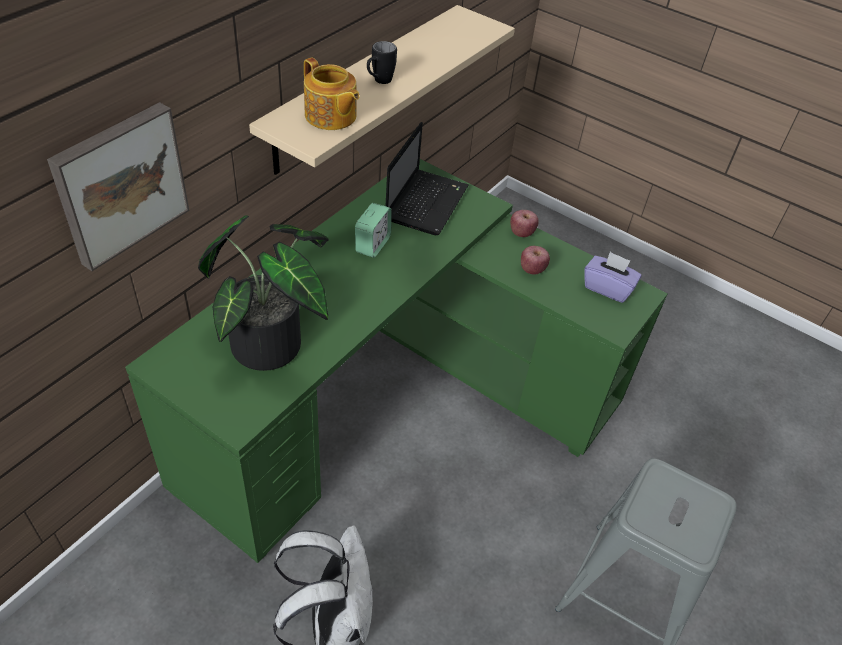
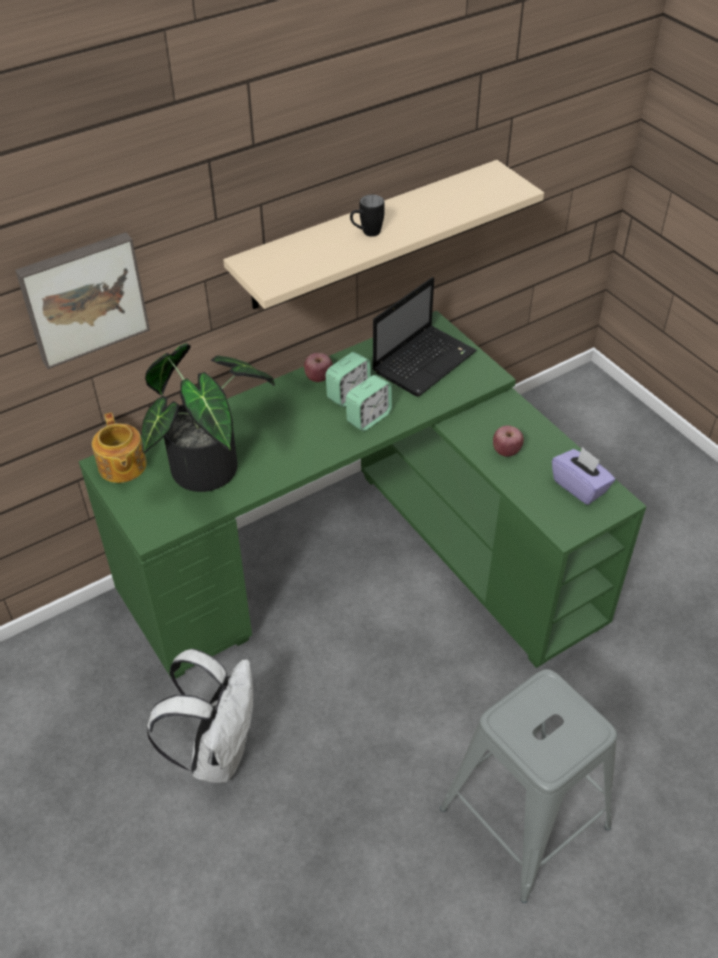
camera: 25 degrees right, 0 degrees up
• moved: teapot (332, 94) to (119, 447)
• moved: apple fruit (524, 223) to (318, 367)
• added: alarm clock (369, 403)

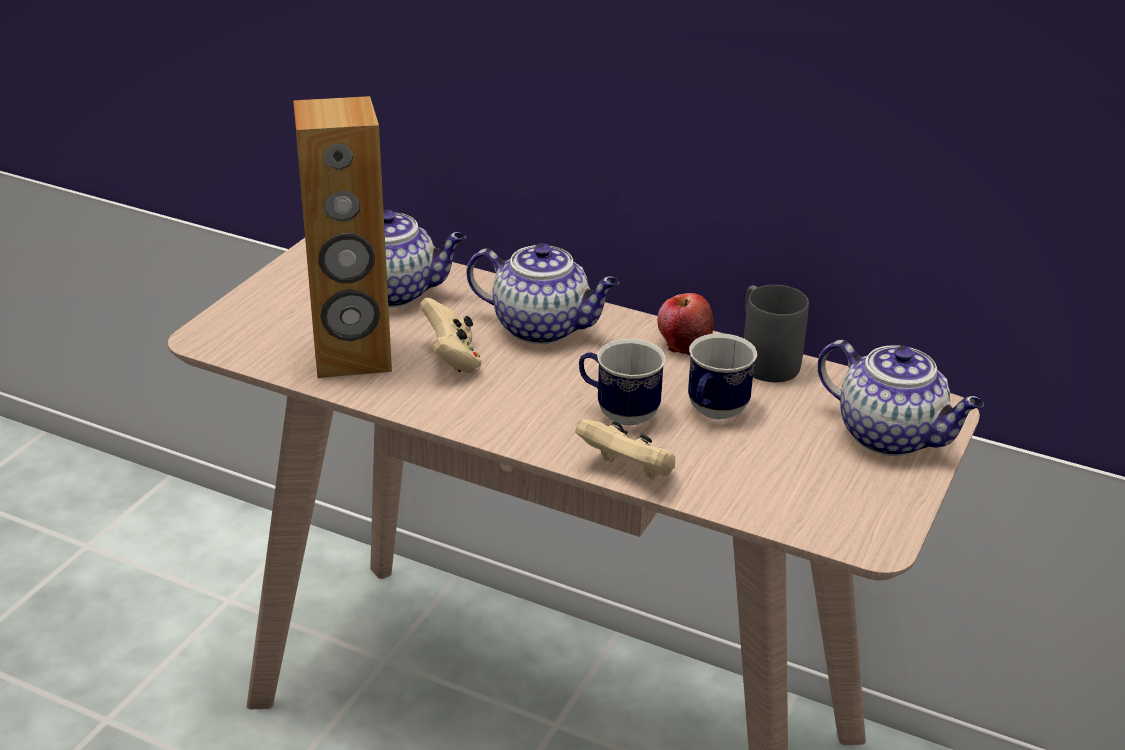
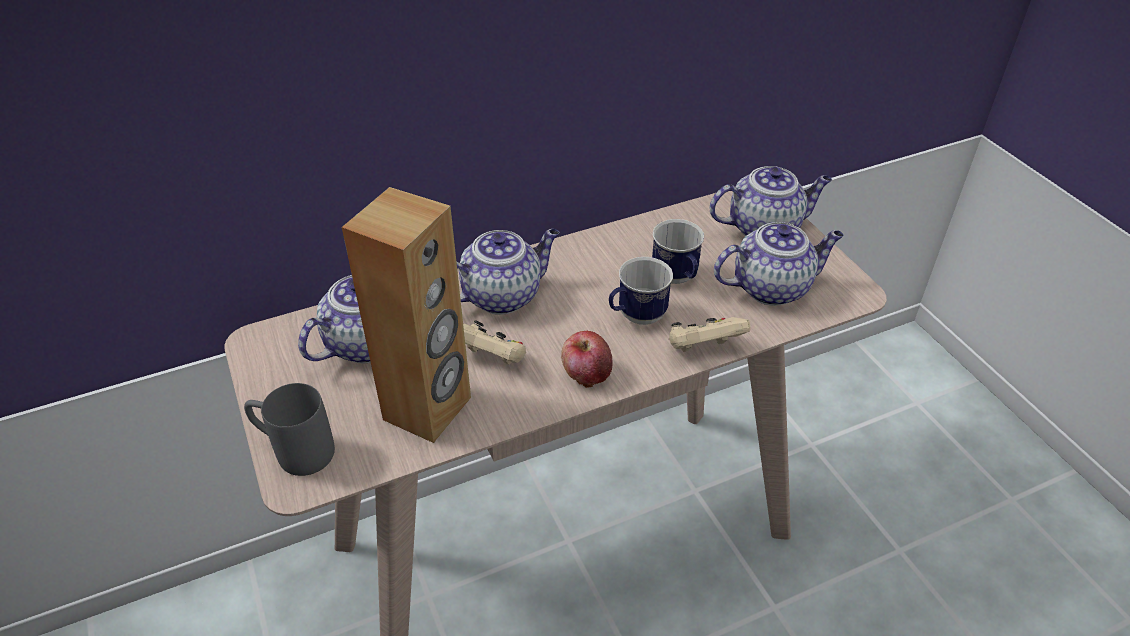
camera: 50 degrees left, 10 degrees up
• moved: grey coffee mug (776, 333) to (289, 429)
• moved: apple fruit (685, 324) to (587, 359)
• added: teapot (779, 264)

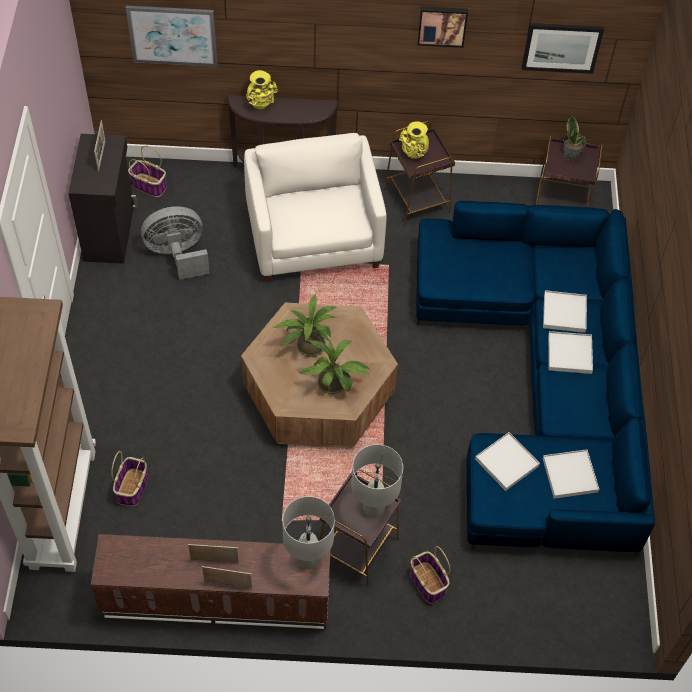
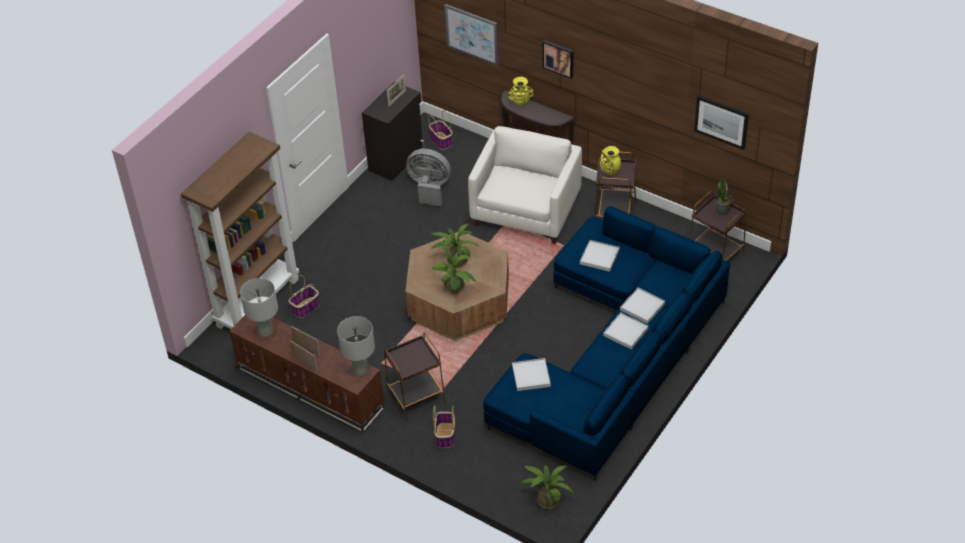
camera: 35 degrees right, 10 degrees down
• moved: picture (442, 27) to (558, 59)
• moved: grey table lamp (377, 481) to (259, 308)
• moved: white-coloured serving tray (571, 474) to (600, 256)
• added: plant in a pot (547, 486)

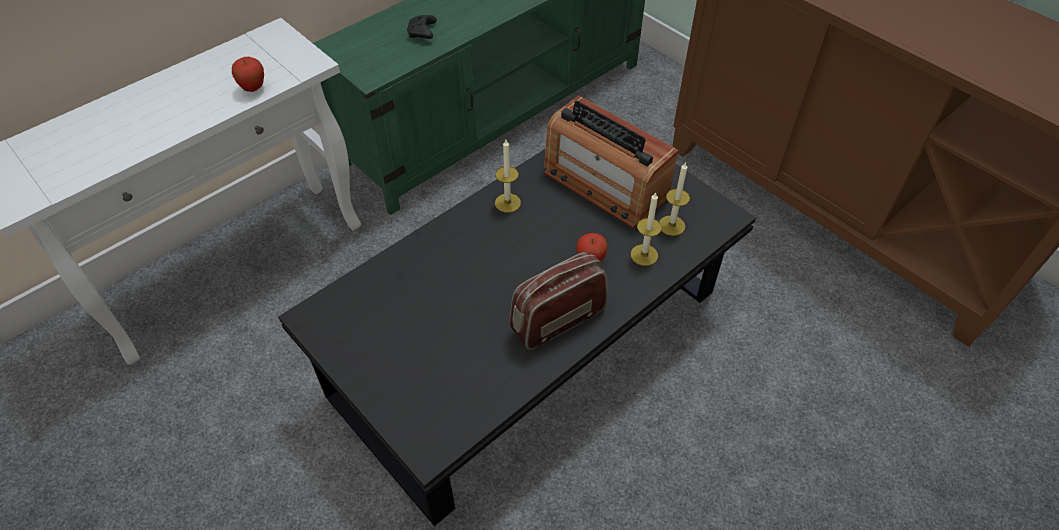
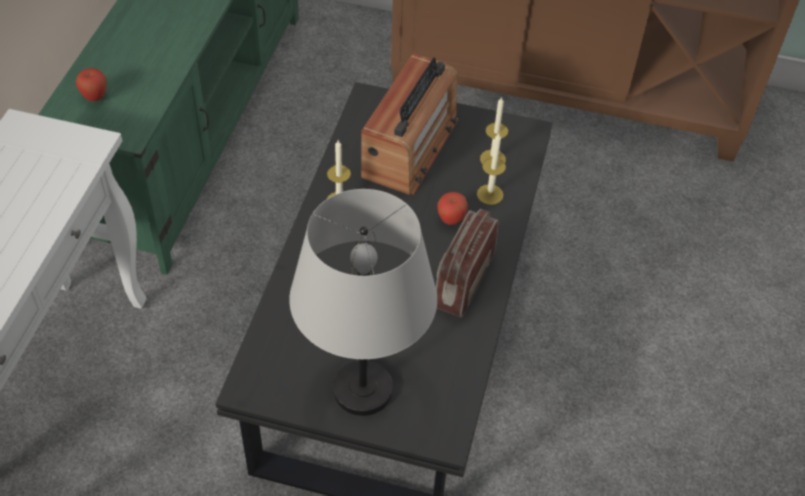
camera: 35 degrees left, 0 degrees up
• removed: black gamepad (422, 27)
• moved: apple fruit (248, 74) to (91, 84)
• turned: radio (611, 161) = (409, 124) 75 degrees counterclockwise
• added: grey table lamp (363, 302)

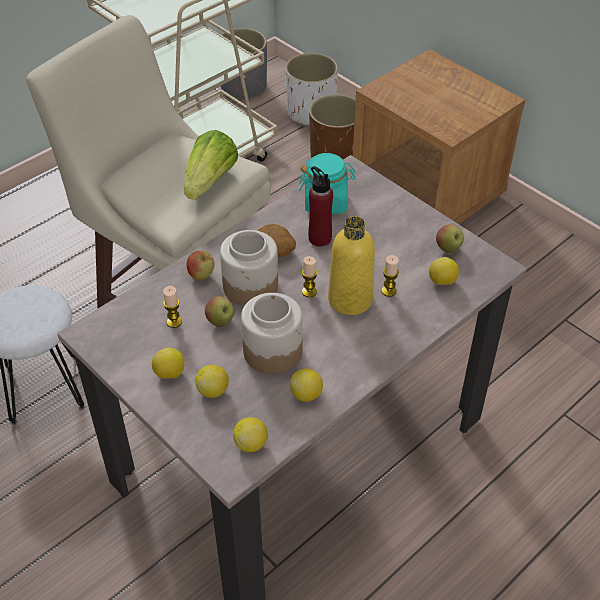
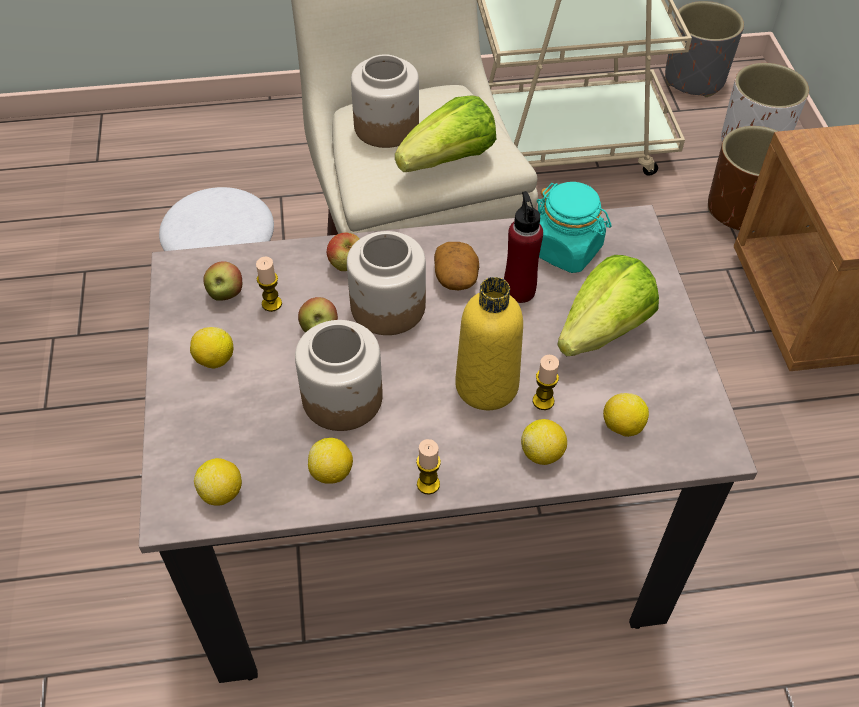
camera: 35 degrees right, 5 degrees up
• moved: apple fruit (450, 238) to (222, 281)
• moved: candle (309, 276) to (428, 467)
• moved: whole lemon (212, 381) to (544, 442)
• added: storage jar (385, 101)
• added: lettuce (608, 305)

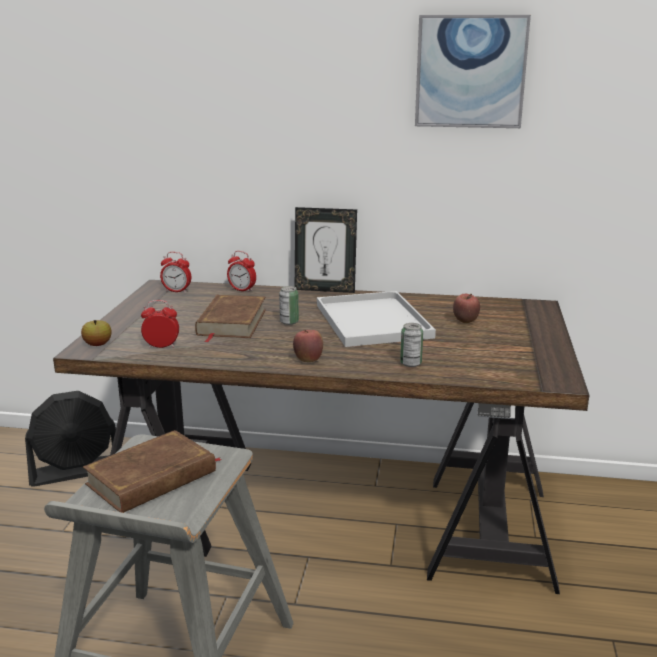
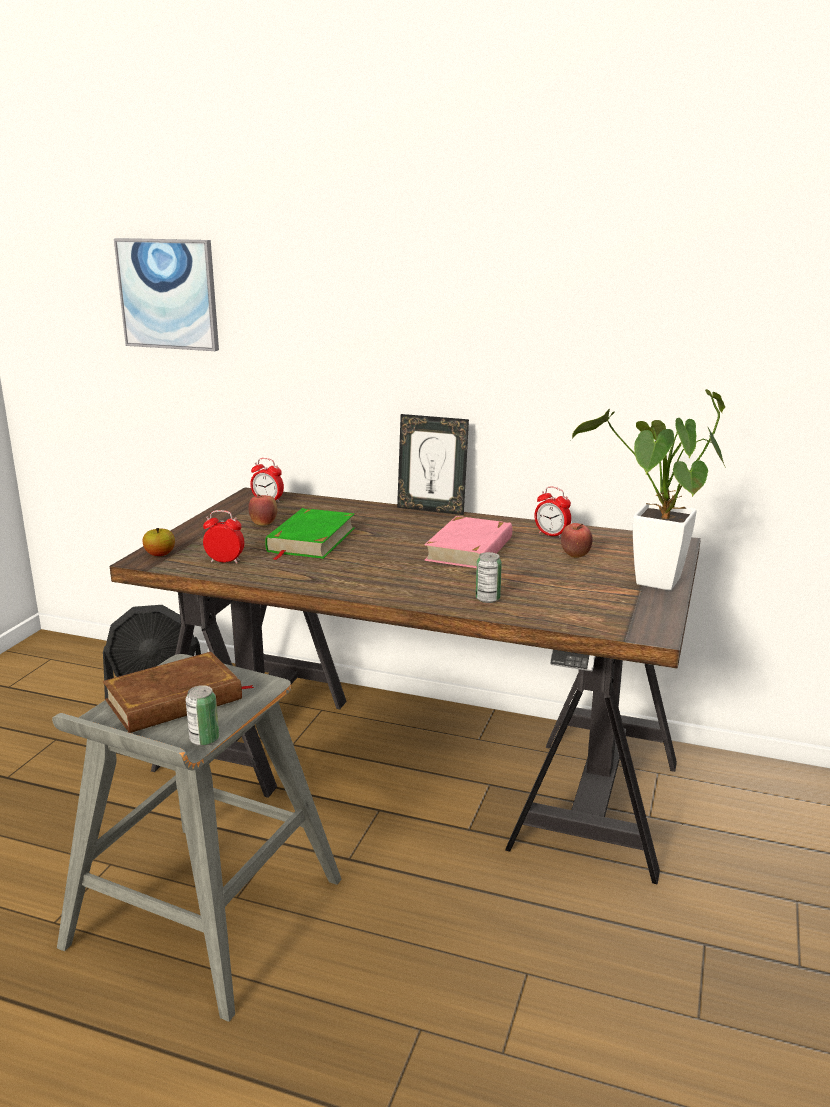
camera: 10 degrees right, 0 degrees up
• moved: picture (473, 71) to (166, 294)
• moved: alarm clock (241, 272) to (552, 512)
• moved: can (289, 305) to (202, 715)
• replaced: white-coloured serving tray (376, 319) to pink book (468, 542)
• recoloured: brown book (230, 319) to green book (310, 534)
• moved: apple fruit (308, 345) to (262, 509)
• added: plant in a pot (648, 489)

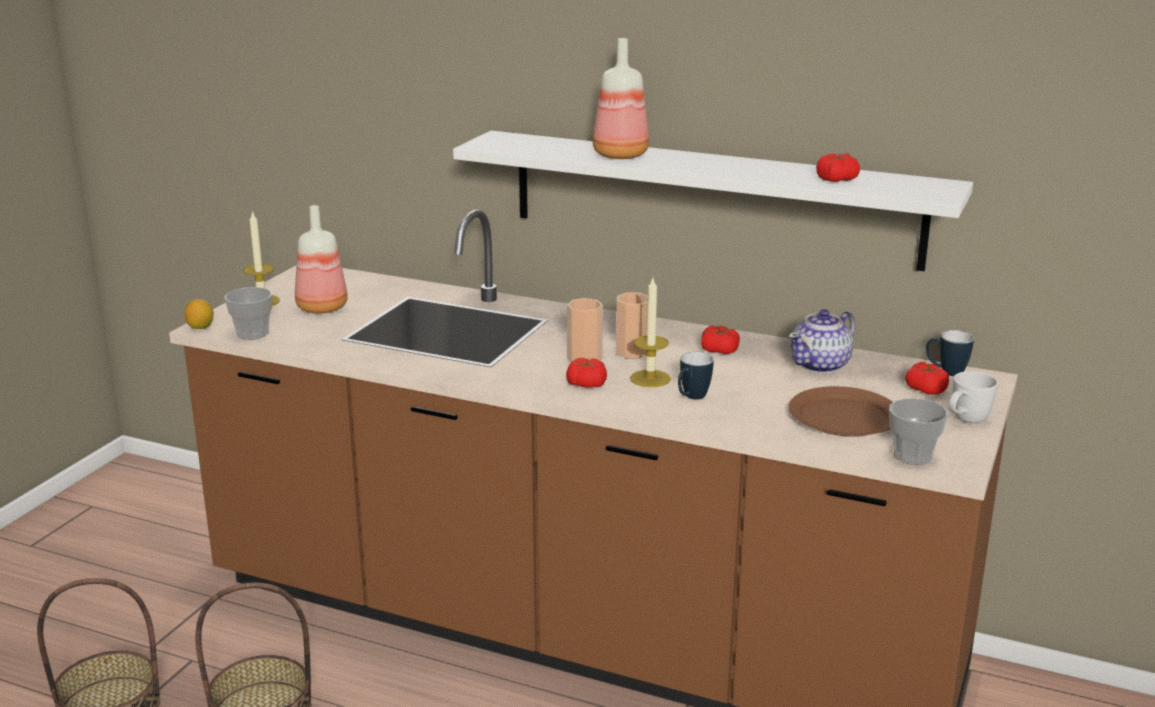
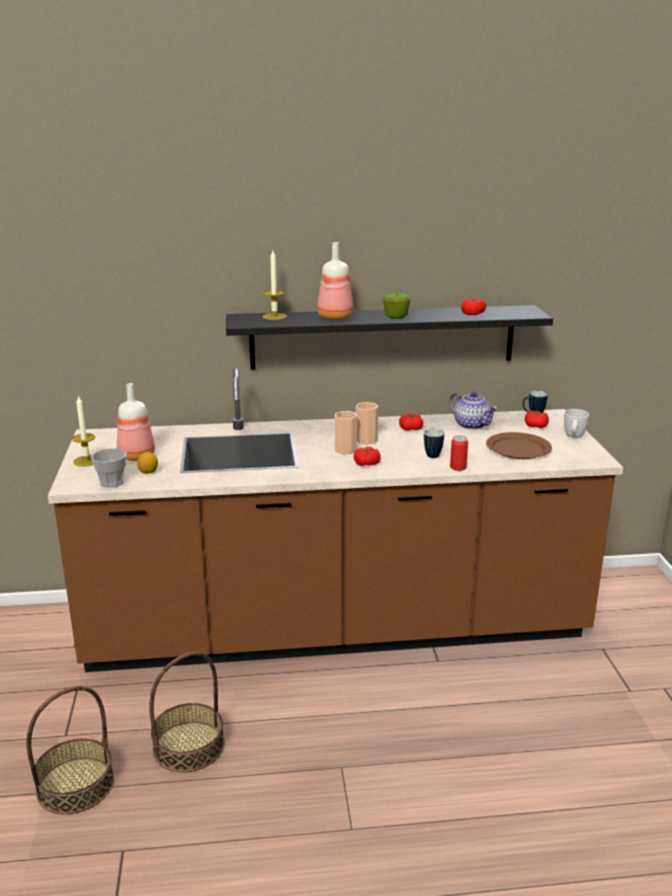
camera: 30 degrees left, 0 degrees up
• recoloured: white-coloured wall shelf (713, 201) to black wall shelf (389, 337)
• moved: candle (650, 332) to (274, 285)
• moved: whole lemon (199, 314) to (147, 463)
• turned: teapot (822, 341) = (473, 411) 60 degrees counterclockwise
• removed: drinking cup (918, 431)
• added: apple fruit (396, 306)
• added: can (459, 453)

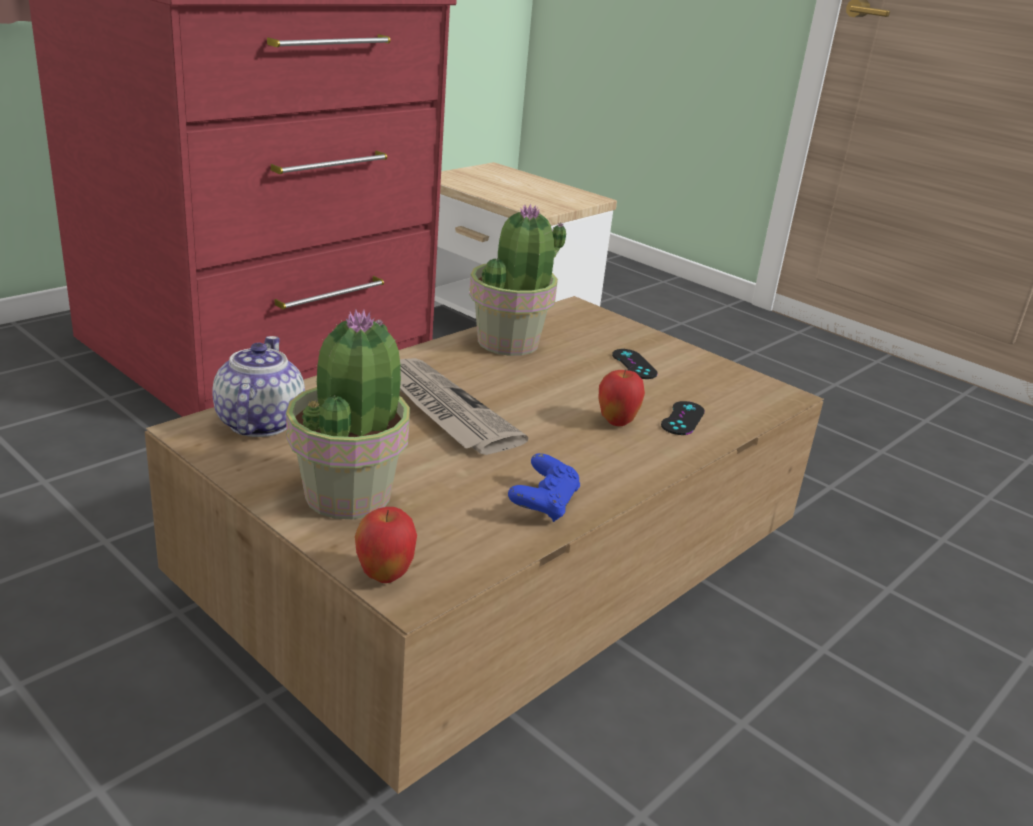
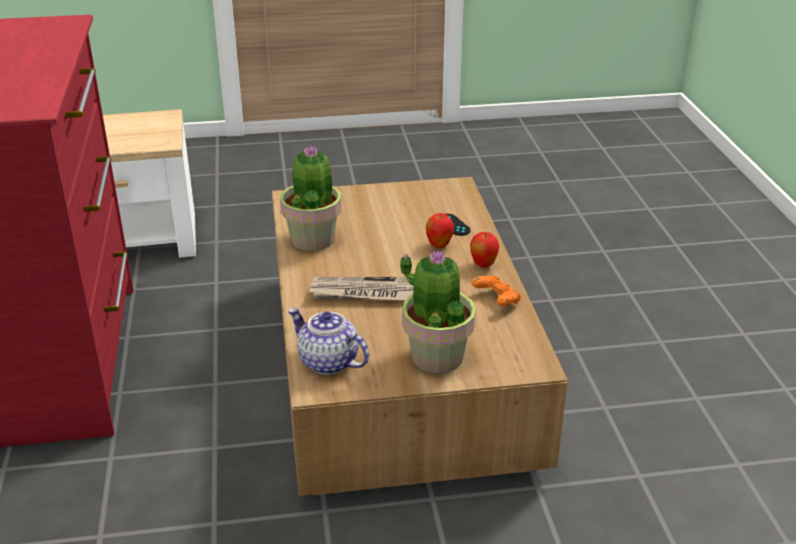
camera: 50 degrees left, 5 degrees up
• removed: black gamepad (635, 364)
• recoloured: bluish gamepad (544, 487) to orangey gamepad (496, 290)
• moved: apple fruit (386, 545) to (484, 250)

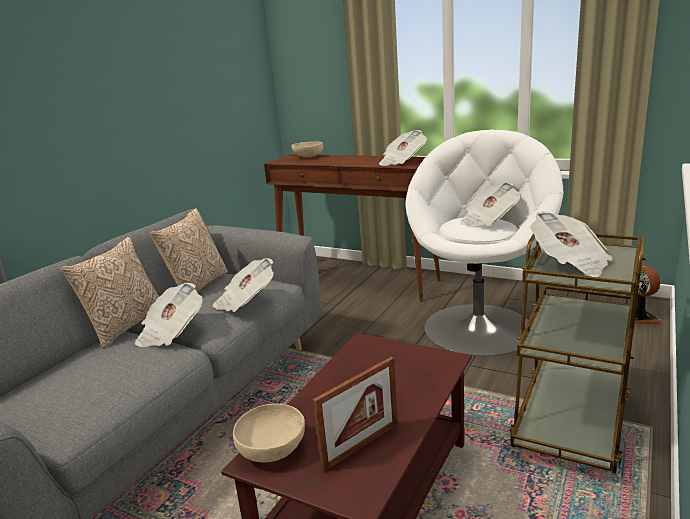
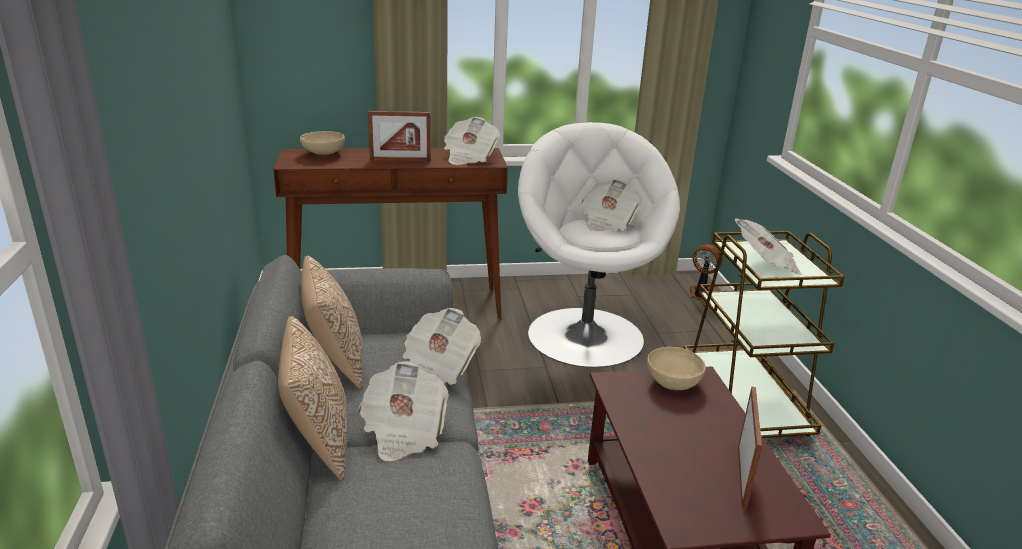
camera: 40 degrees left, 5 degrees up
• moved: sand-coloured bowl (269, 433) to (676, 368)
• added: picture frame (399, 136)

